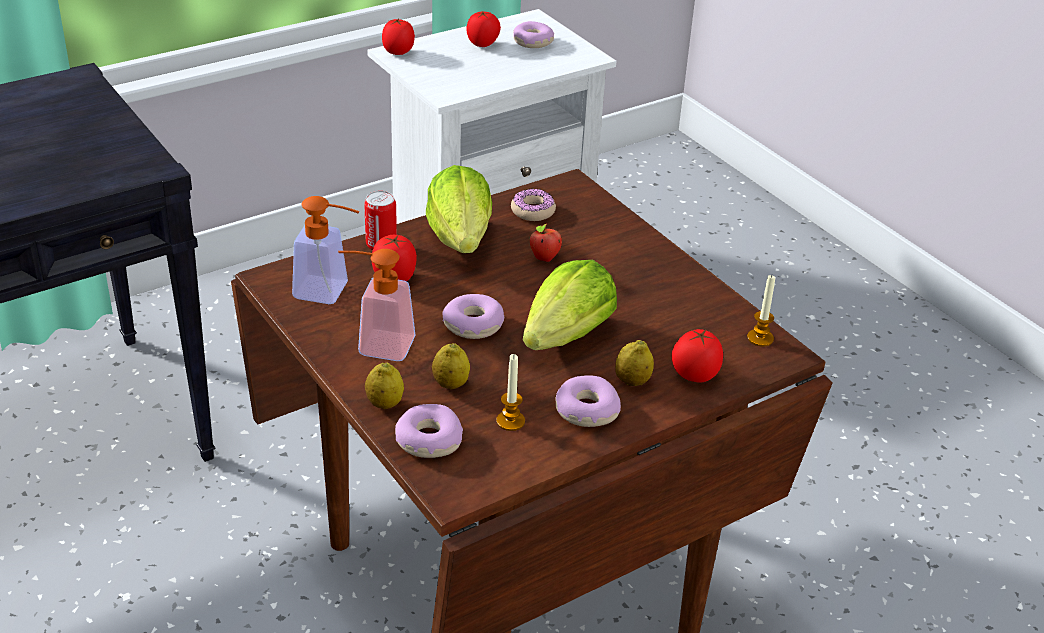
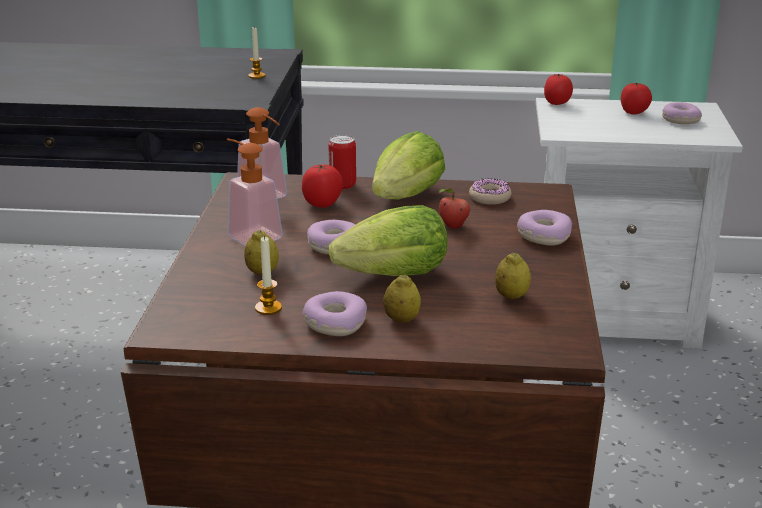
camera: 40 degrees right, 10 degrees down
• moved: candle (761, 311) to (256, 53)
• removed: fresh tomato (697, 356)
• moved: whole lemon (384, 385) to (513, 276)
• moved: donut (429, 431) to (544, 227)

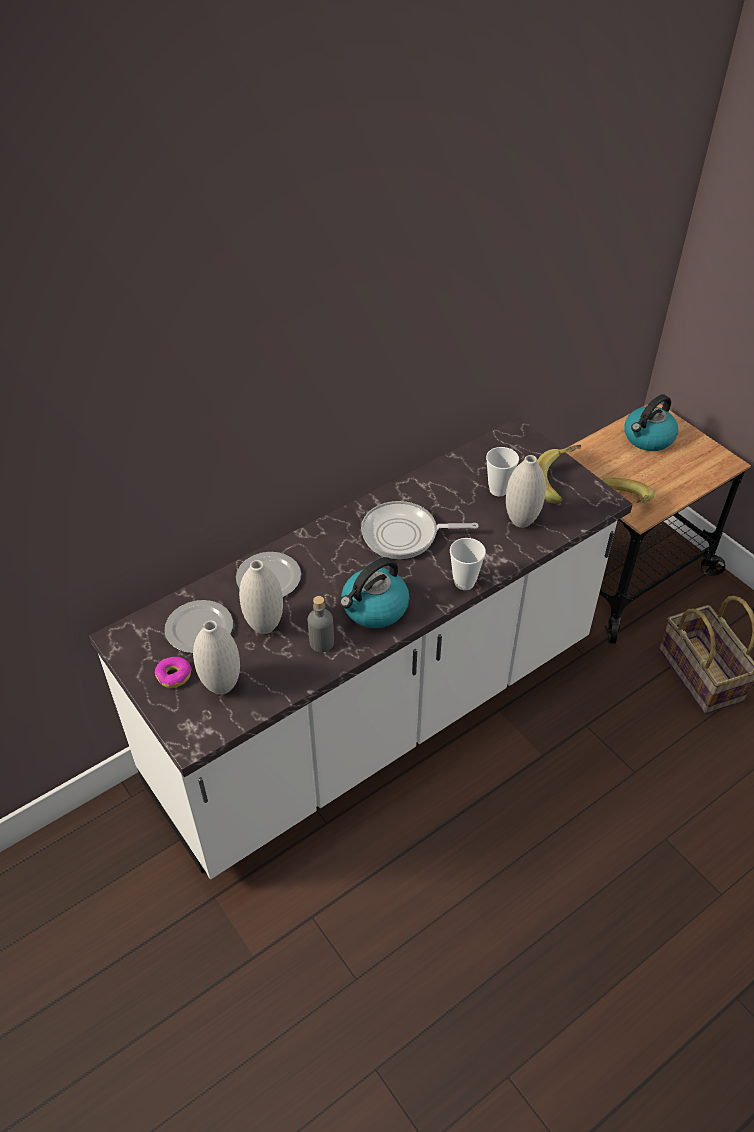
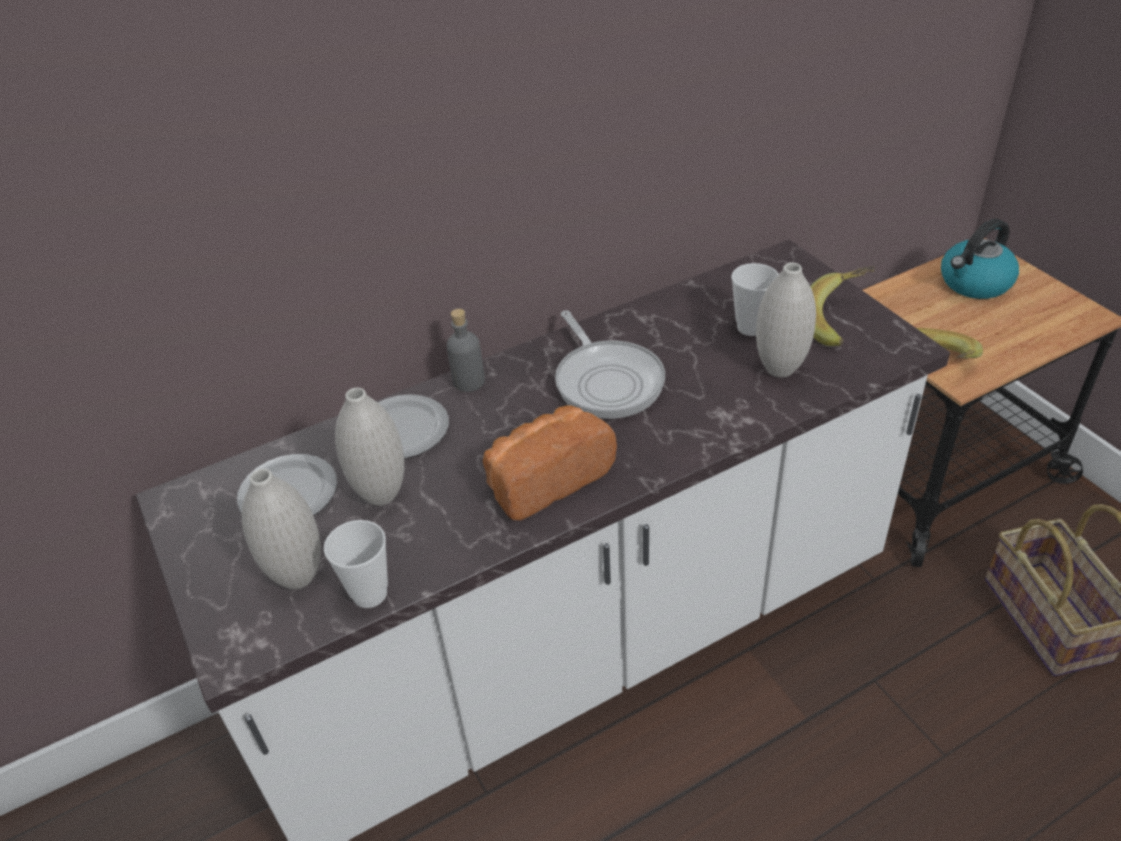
camera: 10 degrees right, 5 degrees down
• turned: frying pan (420, 530) = (610, 364) 120 degrees counterclockwise
• moved: drinking cup (468, 564) to (356, 564)
• replaced: kettle (374, 592) to bakery bread (550, 462)
• moved: grey beverage bottle (320, 624) to (465, 350)
• removed: donut (173, 672)

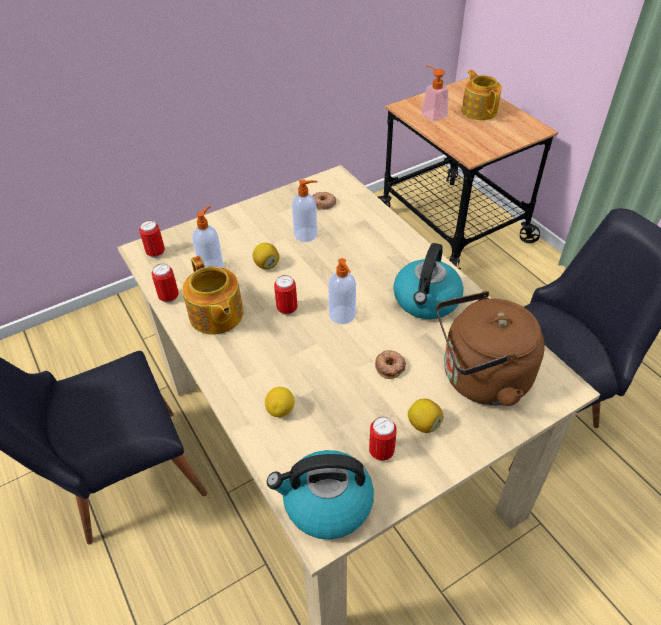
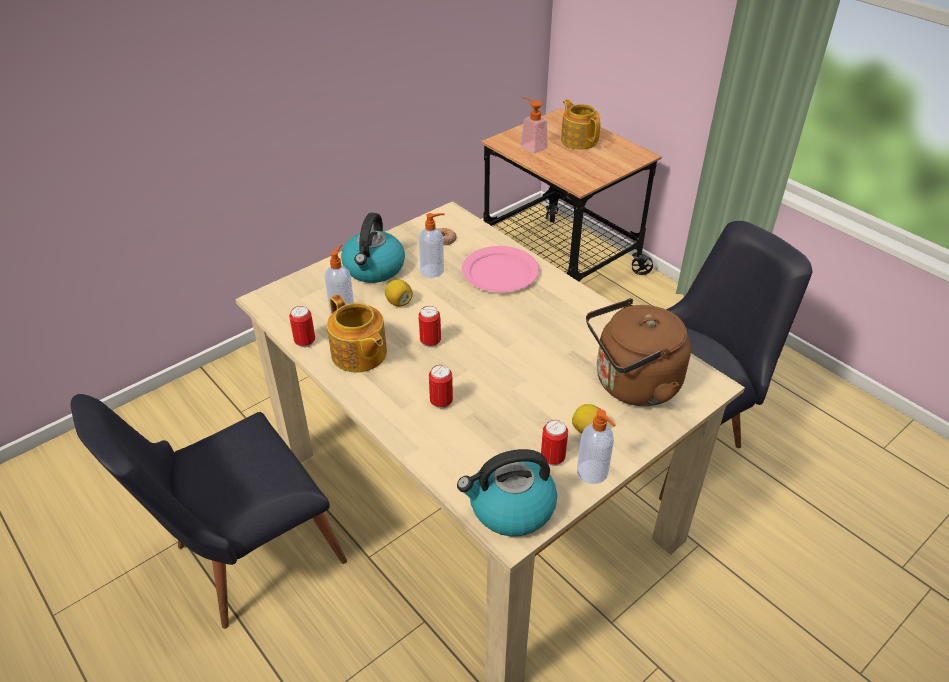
camera: 10 degrees left, 5 degrees down
• moved: can (152, 239) to (441, 387)
• moved: kettle (428, 281) to (373, 248)
• moved: soap dispenser (342, 291) to (596, 446)
• removed: donut (390, 364)
• removed: whole lemon (280, 402)
• added: pink flat dish (500, 269)

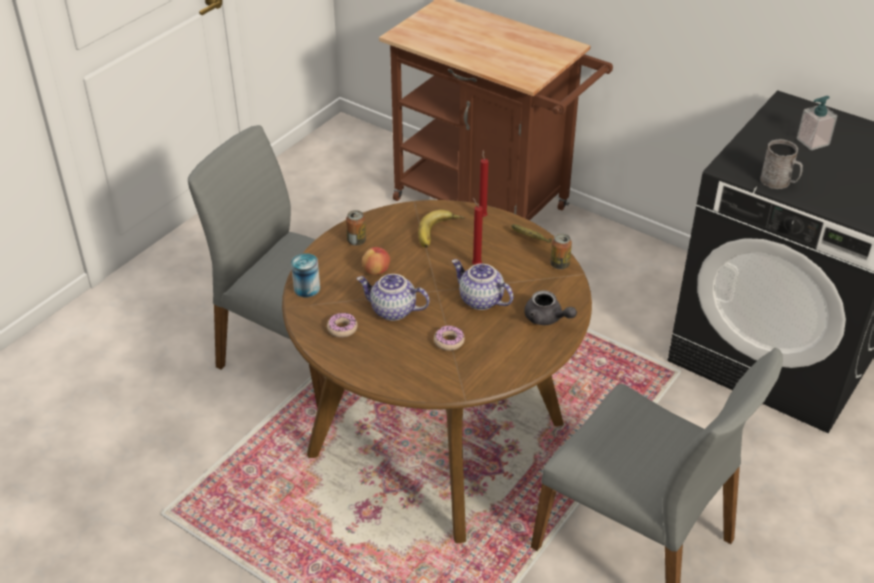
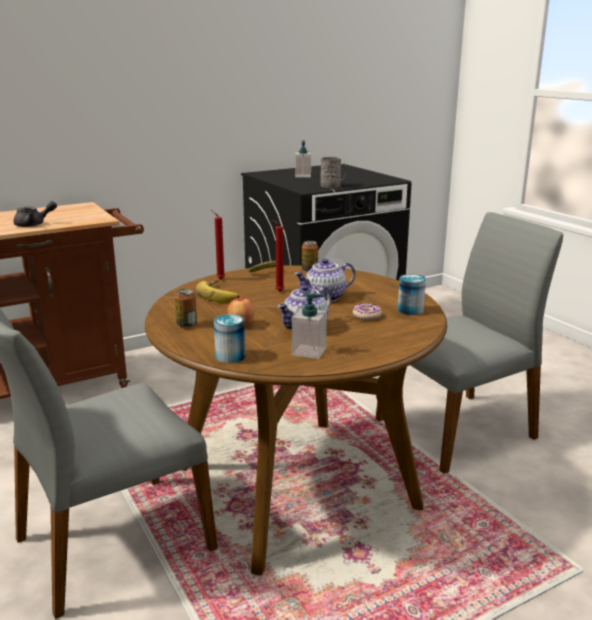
camera: 65 degrees left, 20 degrees down
• moved: grey teapot (550, 307) to (35, 214)
• replaced: donut (342, 325) to soap dispenser (309, 325)
• added: can (412, 294)

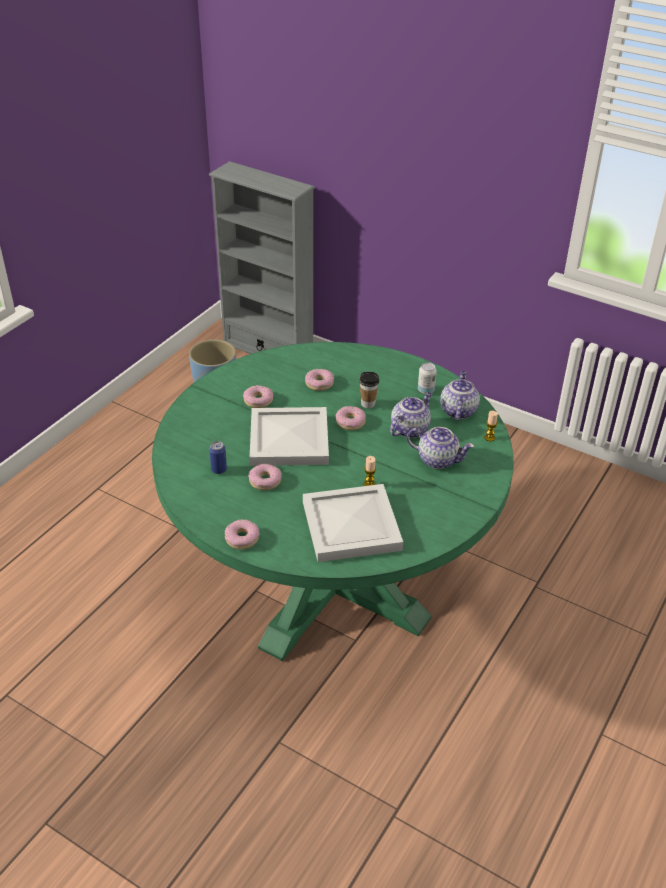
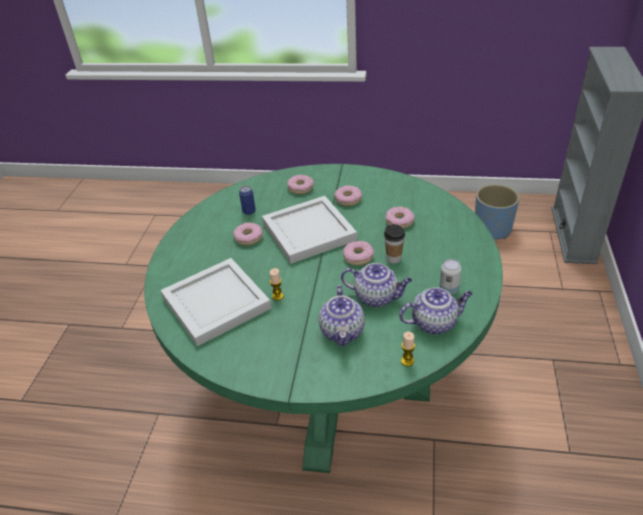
camera: 70 degrees right, 0 degrees up
• moved: donut (242, 534) to (300, 184)

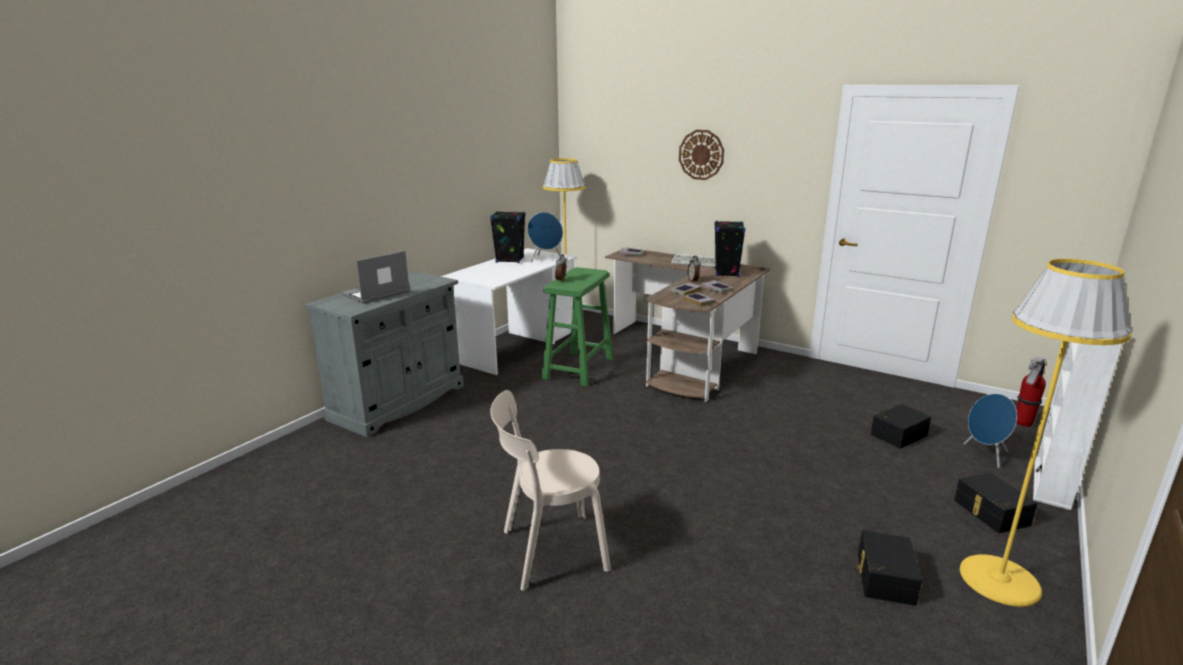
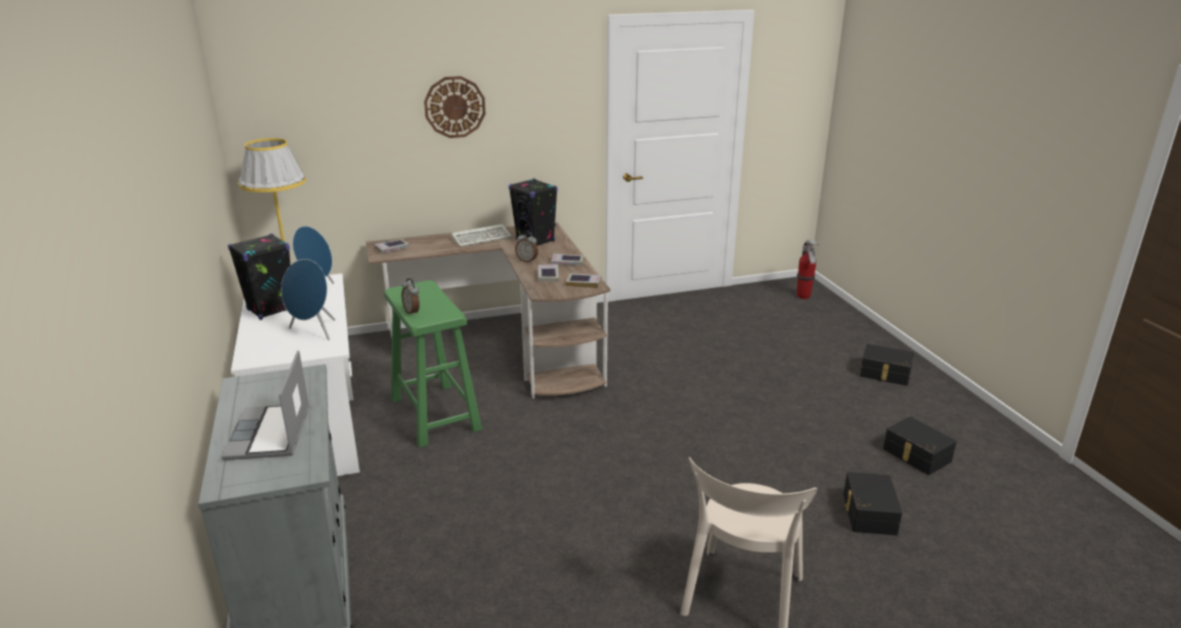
camera: 50 degrees left, 5 degrees up
• removed: yellow-coloured standing lamp (1046, 433)
• removed: white-coloured bookshelf (1077, 426)
• moved: bluish loudspeaker (990, 430) to (308, 299)
• moved: black storage bin (901, 426) to (872, 503)

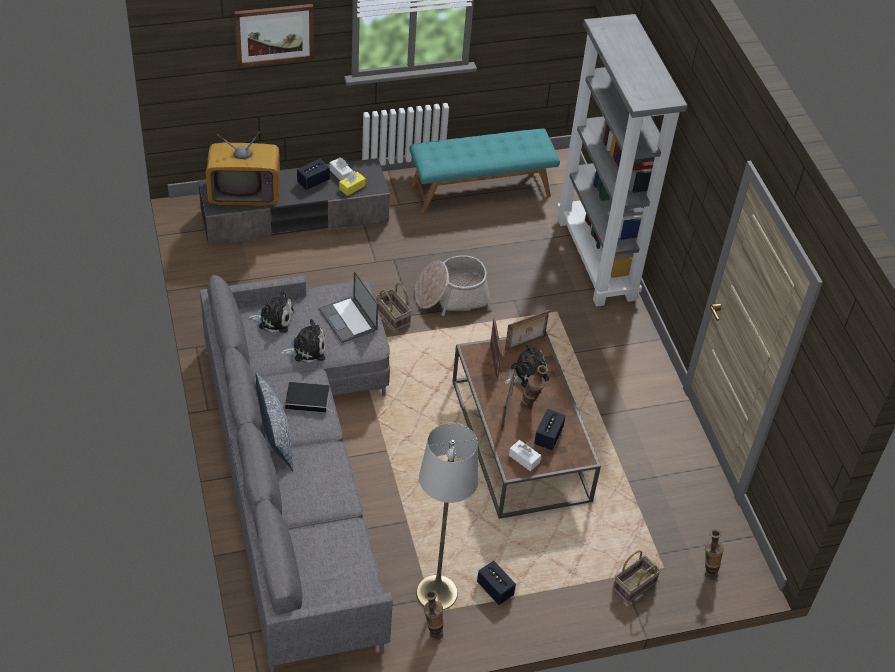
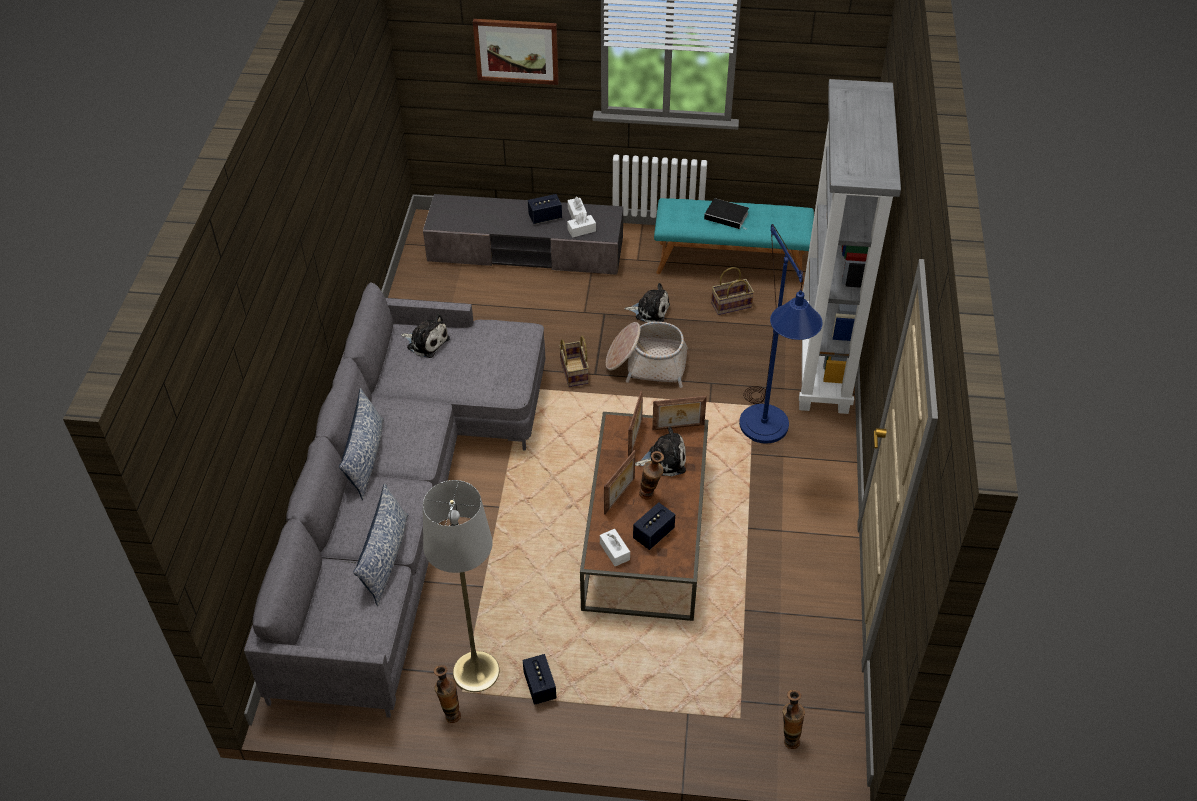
camera: 25 degrees right, 0 degrees up
• removed: TV (243, 168)
• recoloured: yellow-coloured box of tissues (352, 183) to white-coloured box of tissues (581, 225)
• removed: notebook computer (348, 307)
• moved: plush toy (302, 341) to (647, 302)
• moved: book (310, 397) to (726, 214)
• moved: storage basket (637, 577) to (732, 291)
• added: bluish standing lamp (780, 333)
• added: cushion (381, 544)

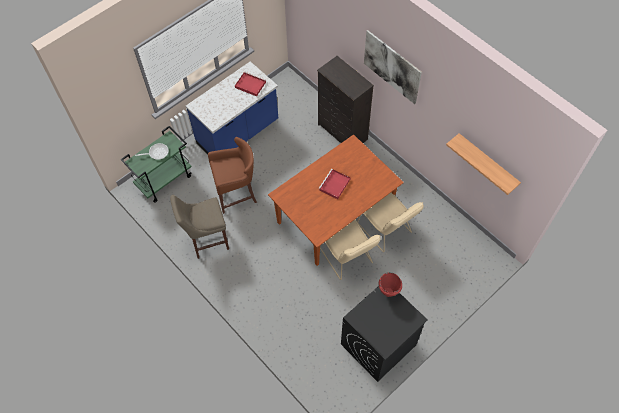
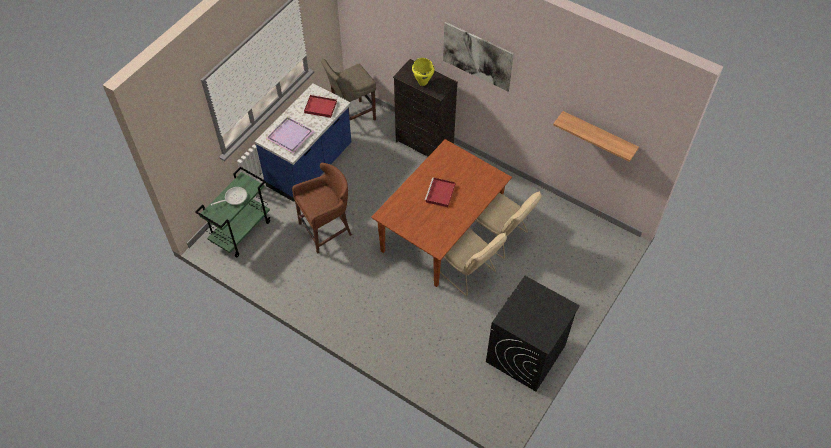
camera: 15 degrees left, 5 degrees down
• moved: sand-coloured stool (199, 227) to (348, 90)
• removed: red-coloured saucepot (390, 284)
• added: yellow-coloured saucepot (423, 72)
• added: purplish serving tray (289, 135)

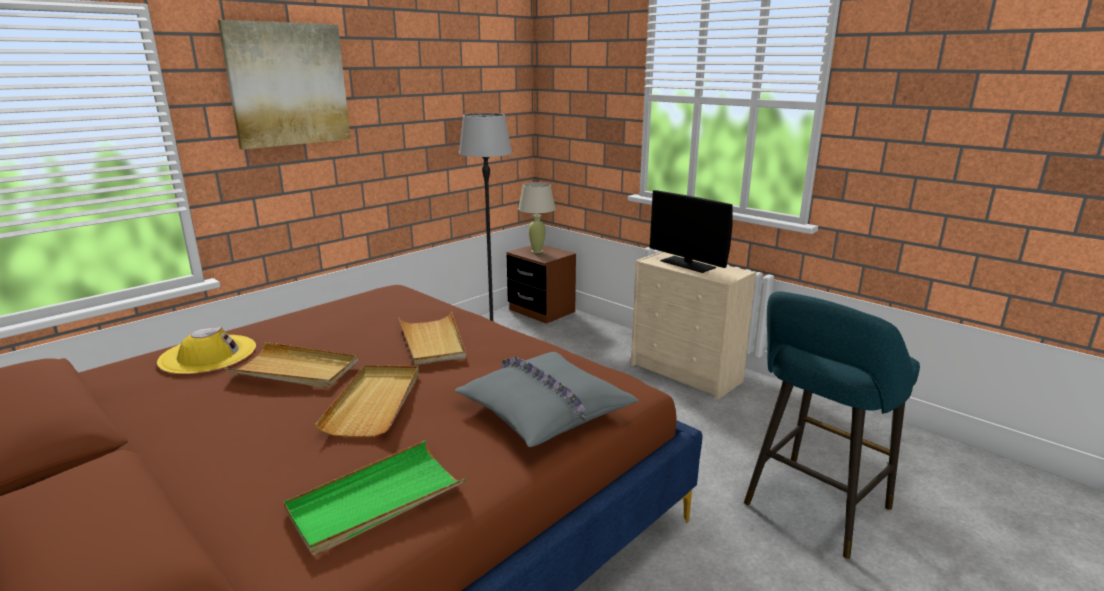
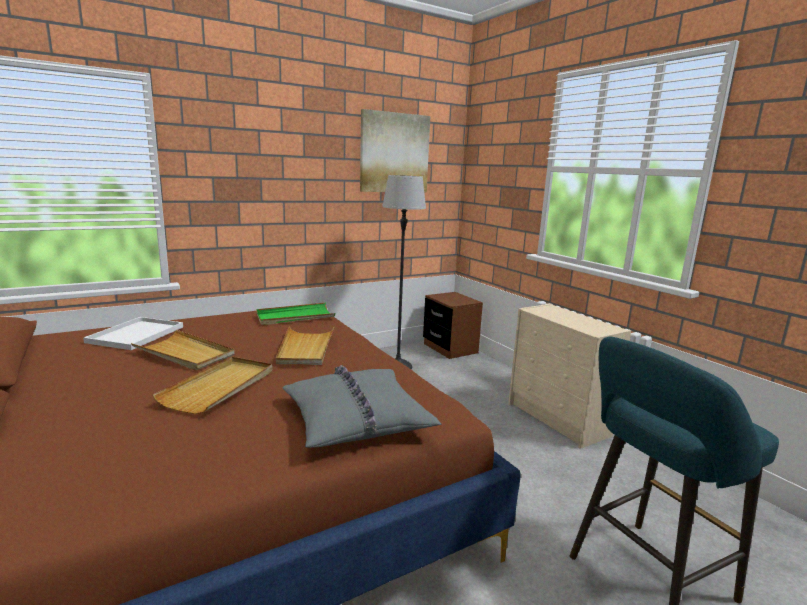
camera: 15 degrees right, 5 degrees down
• moved: picture (284, 85) to (395, 151)
• removed: sand-coloured table lamp (537, 217)
• removed: computer display (691, 231)
• replaced: yellow-coloured hat (206, 350) to white-coloured serving tray (133, 333)
• moved: green serving tray (375, 497) to (295, 314)

